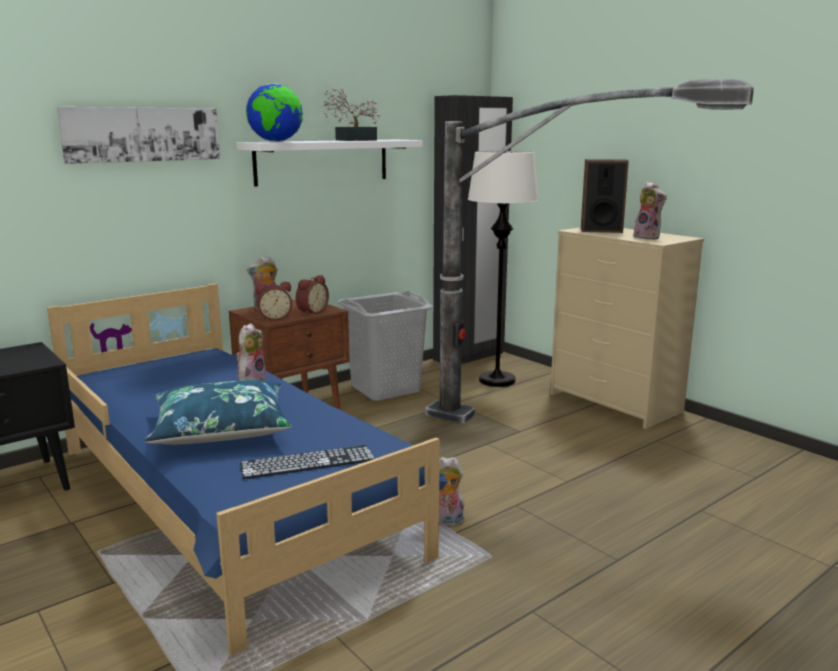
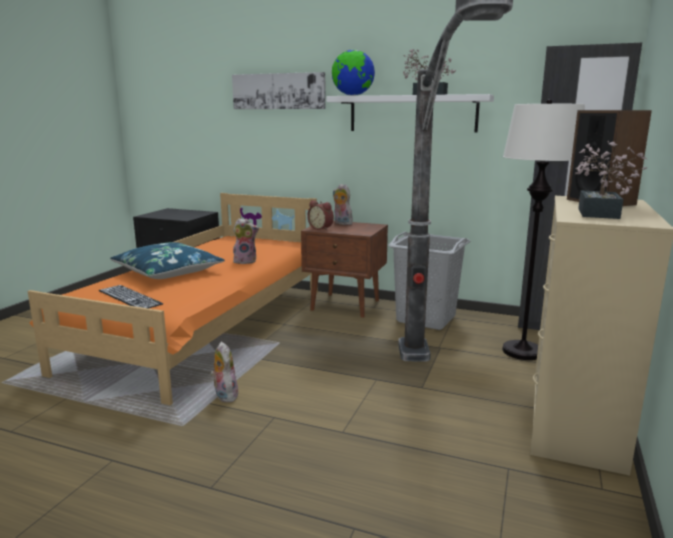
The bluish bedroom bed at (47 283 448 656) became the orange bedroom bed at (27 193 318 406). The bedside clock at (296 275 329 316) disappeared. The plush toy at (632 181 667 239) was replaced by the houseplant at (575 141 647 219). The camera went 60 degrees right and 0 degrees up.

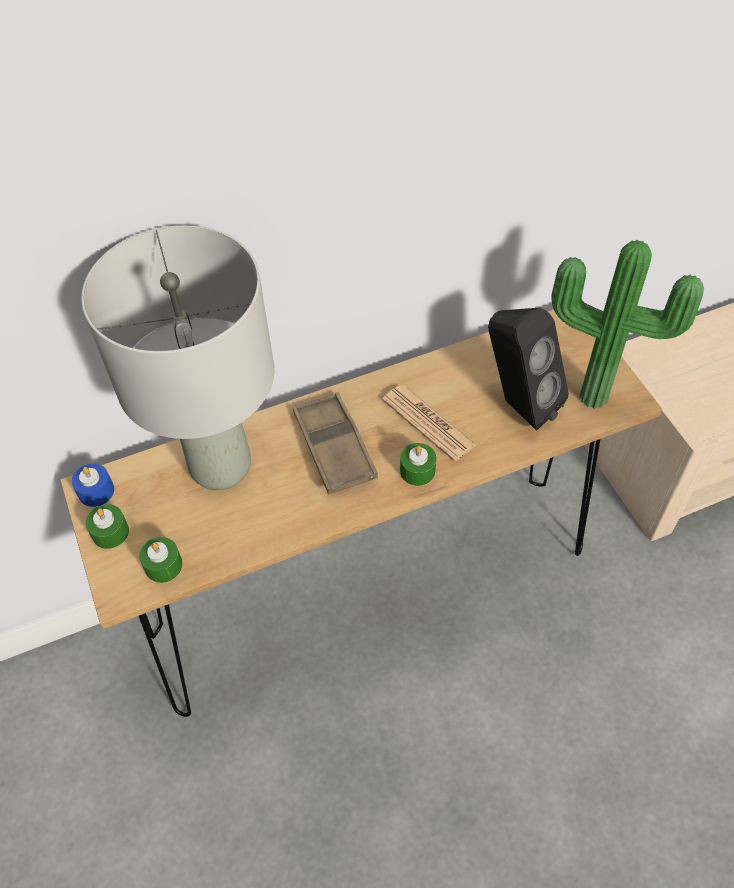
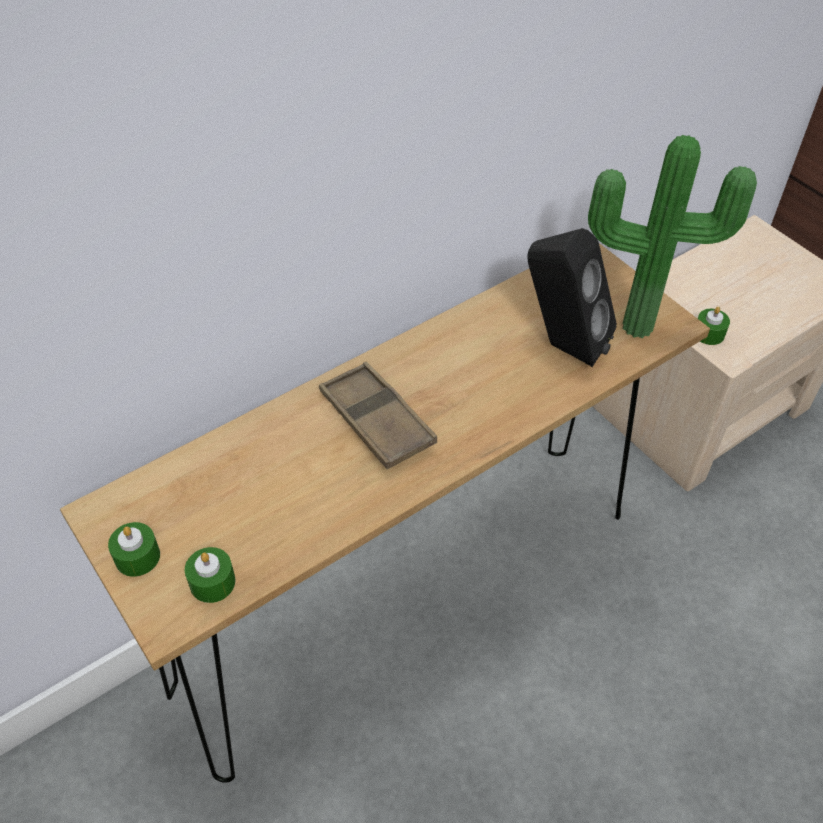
The bluish wax candle at (72 464 114 507) disappeared. The gray table lamp at (81 225 274 490) disappeared. The newspaper at (382 385 476 462) disappeared. The green-coloured wax candle moved from (400 443 436 486) to (698 307 730 345). The camera went 15 degrees left and 5 degrees down.

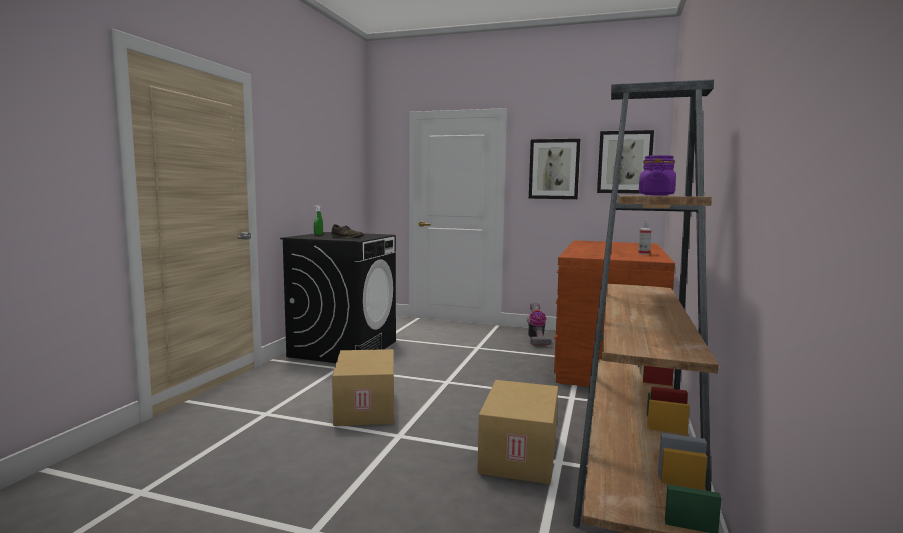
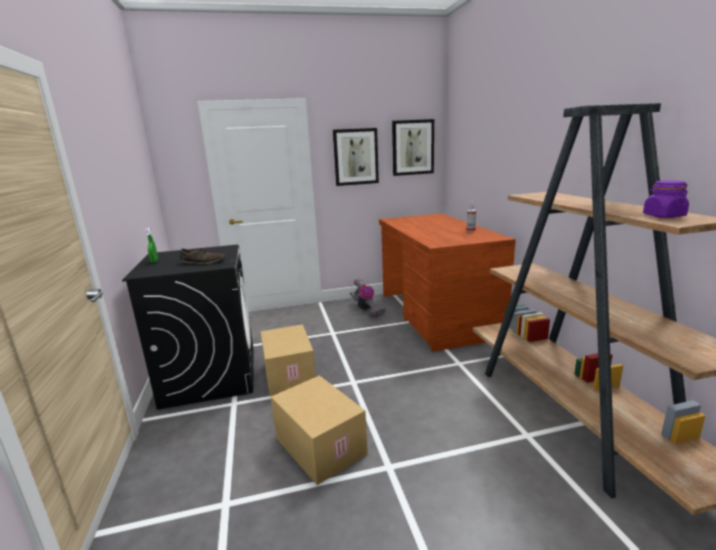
The cardboard box moved from (477 380 558 485) to (261 324 316 396). The camera went 30 degrees left and 10 degrees up.

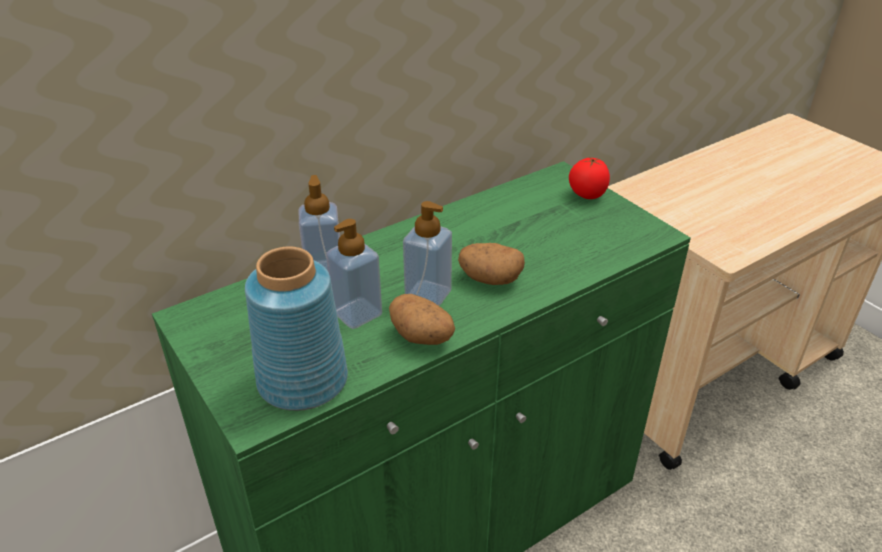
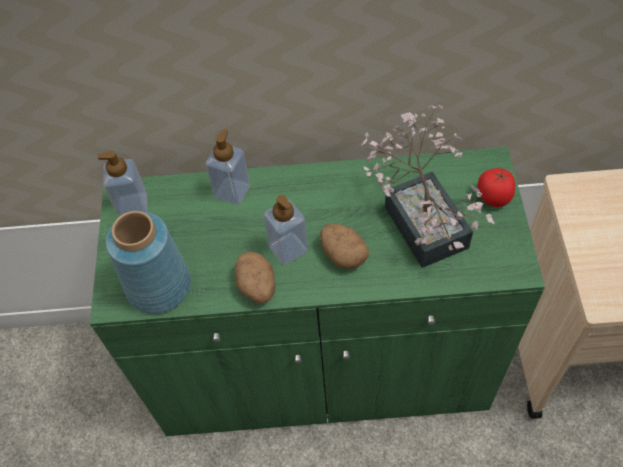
The soap bottle moved from (326 219 382 329) to (98 151 148 217). The houseplant at (361 105 495 268) appeared. The camera went 35 degrees right and 20 degrees up.

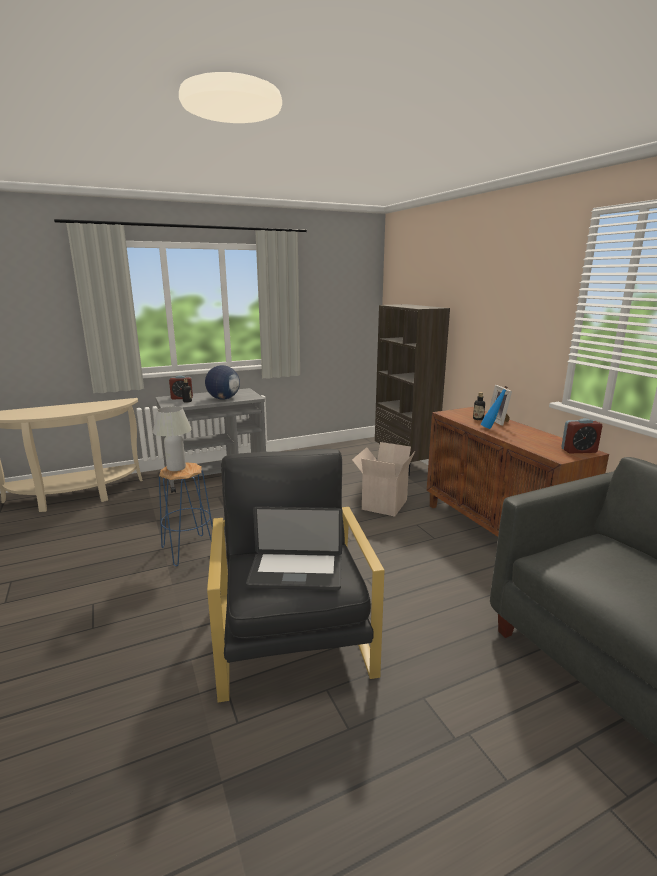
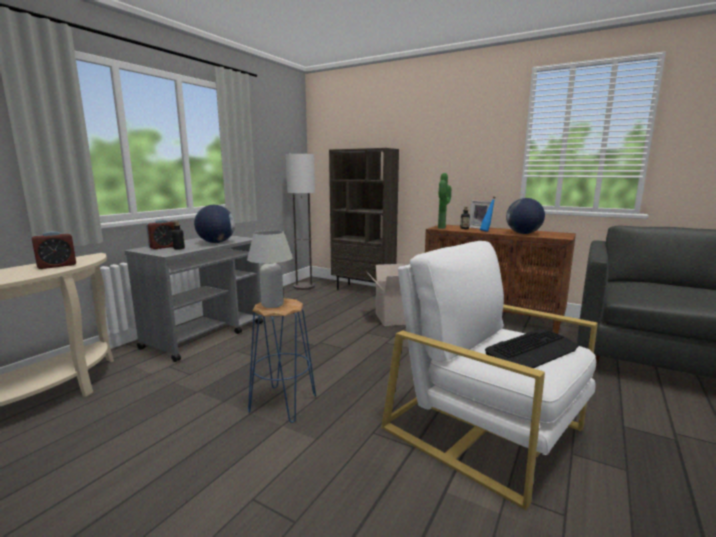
The black lounge chair at (207 449 384 702) became the whitish lounge chair at (381 241 598 510). The laptop at (246 506 343 590) was replaced by the keyboard at (485 329 579 368). The bedside clock moved from (561 418 602 453) to (31 231 76 269). The standing lamp at (286 154 315 290) appeared. The houseplant at (438 173 451 229) appeared. The desk globe at (506 198 545 234) appeared. The camera went 35 degrees left and 5 degrees down.

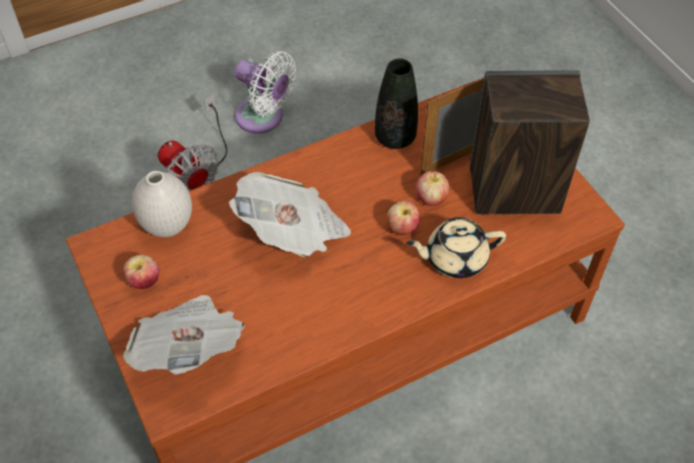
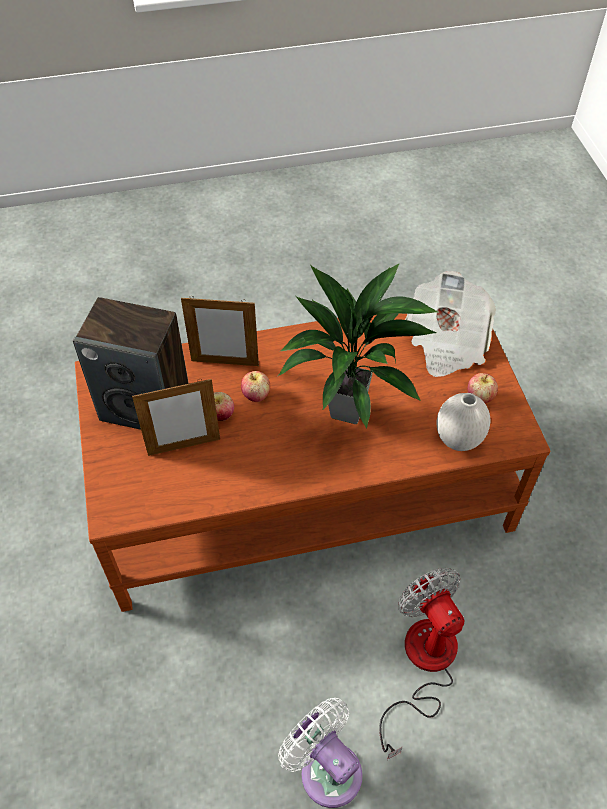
The newspaper at (229 172 351 257) was replaced by the houseplant at (278 263 438 429). The black flower vase at (375 59 418 149) disappeared. The sand-coloured teapot at (407 217 506 278) was replaced by the standing frame at (181 298 259 366). The camera went 165 degrees left and 0 degrees up.

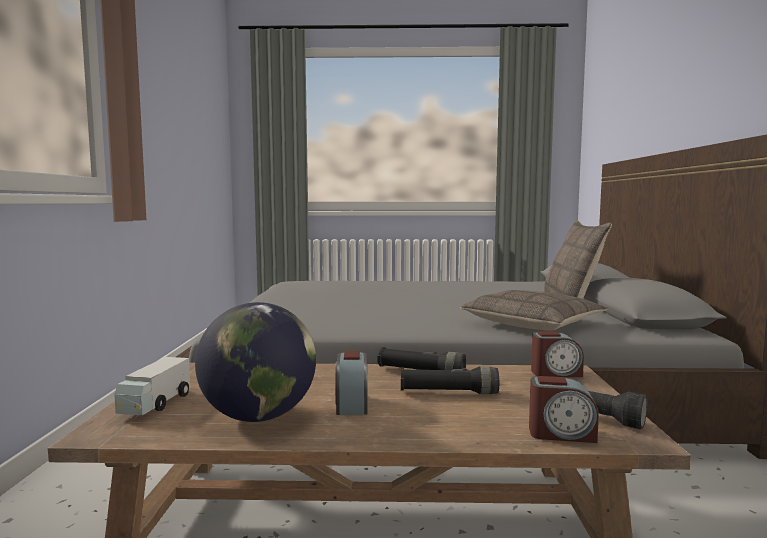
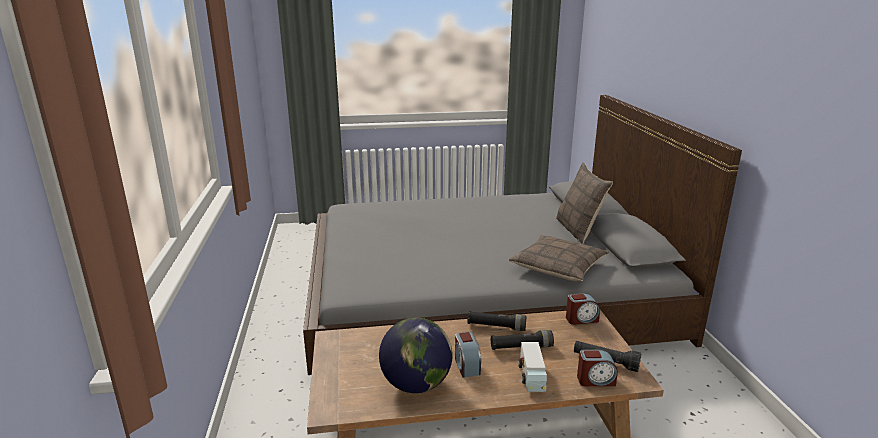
The model truck moved from (114 357 190 416) to (518 342 547 392). The camera went 10 degrees left and 15 degrees up.

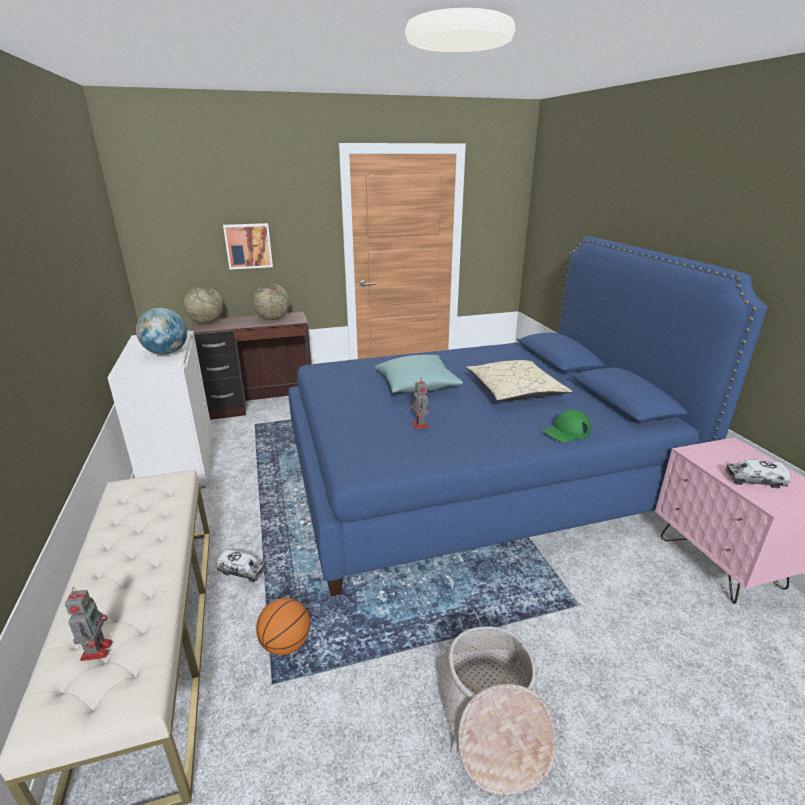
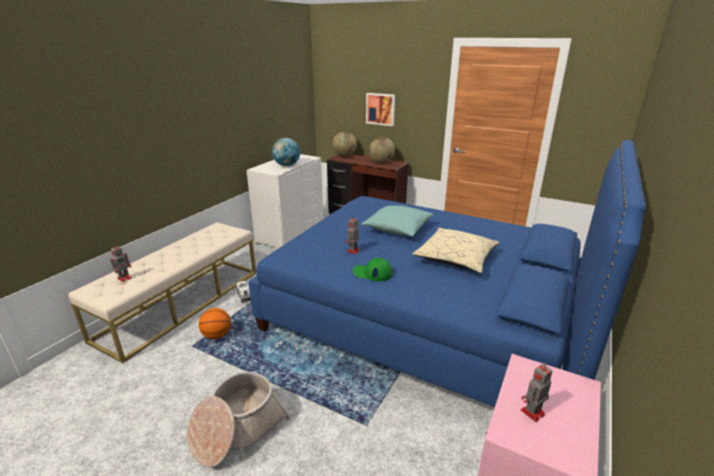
The green-coloured cap moved from (543 410 591 442) to (353 258 393 281). The model truck at (725 459 790 488) was replaced by the model robot at (521 363 552 422). The camera went 45 degrees right and 0 degrees up.

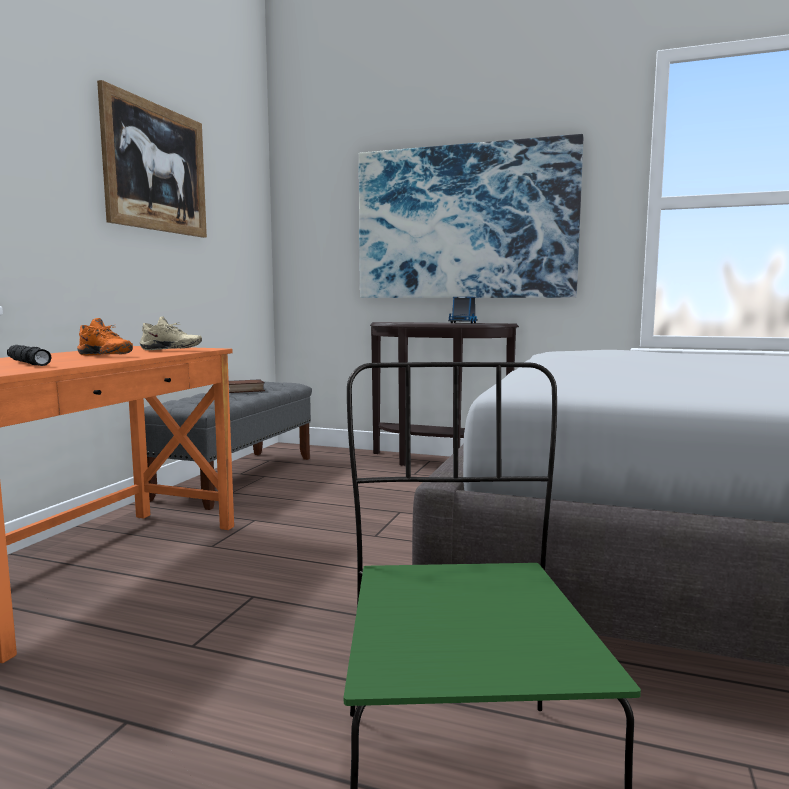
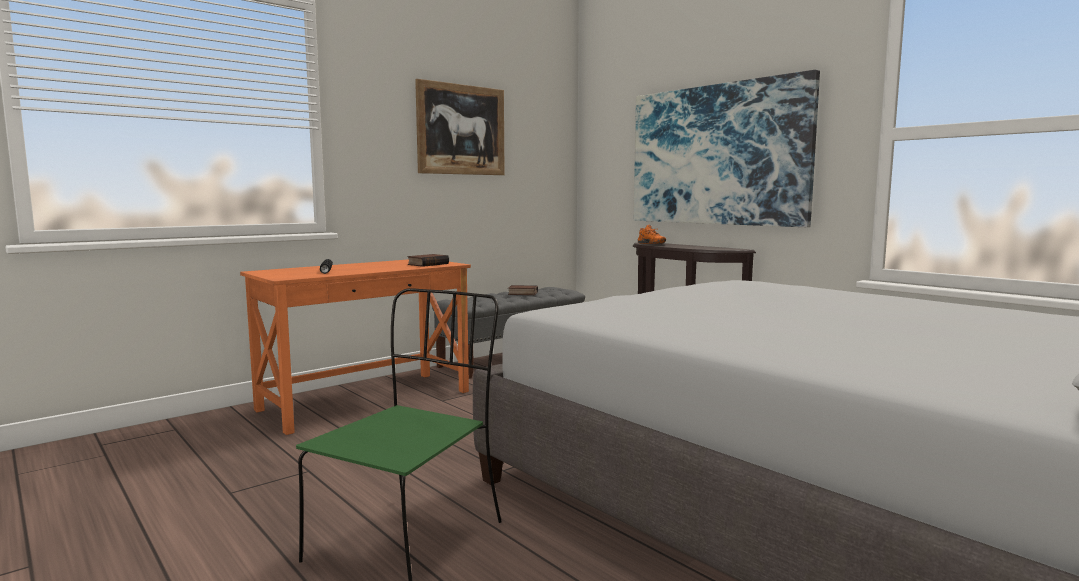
The orange low shoe moved from (77 318 133 356) to (638 225 666 244). The sand-coloured low shoe at (139 316 202 350) was replaced by the bound book at (407 254 449 267). The model truck at (448 297 478 324) disappeared. The camera went 30 degrees right and 0 degrees up.

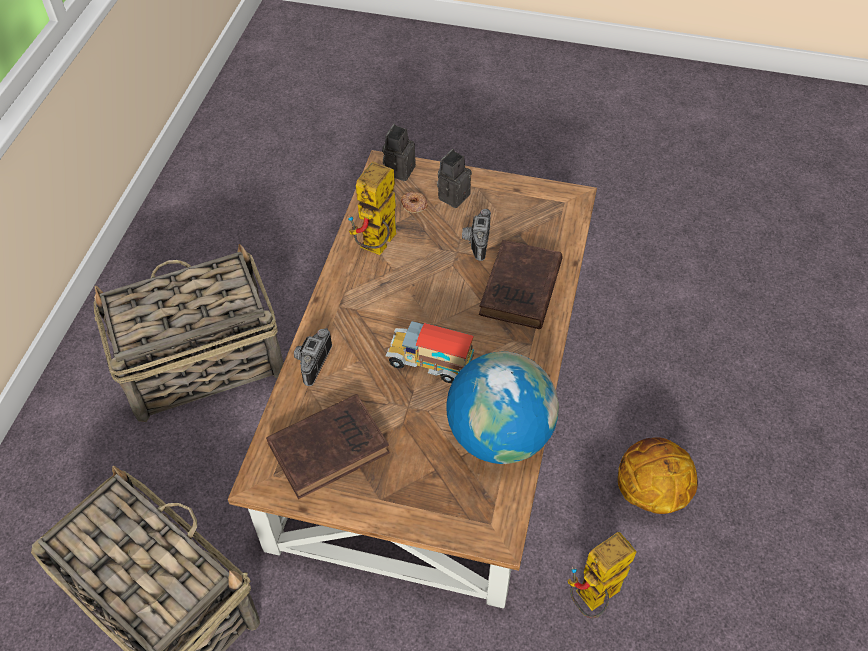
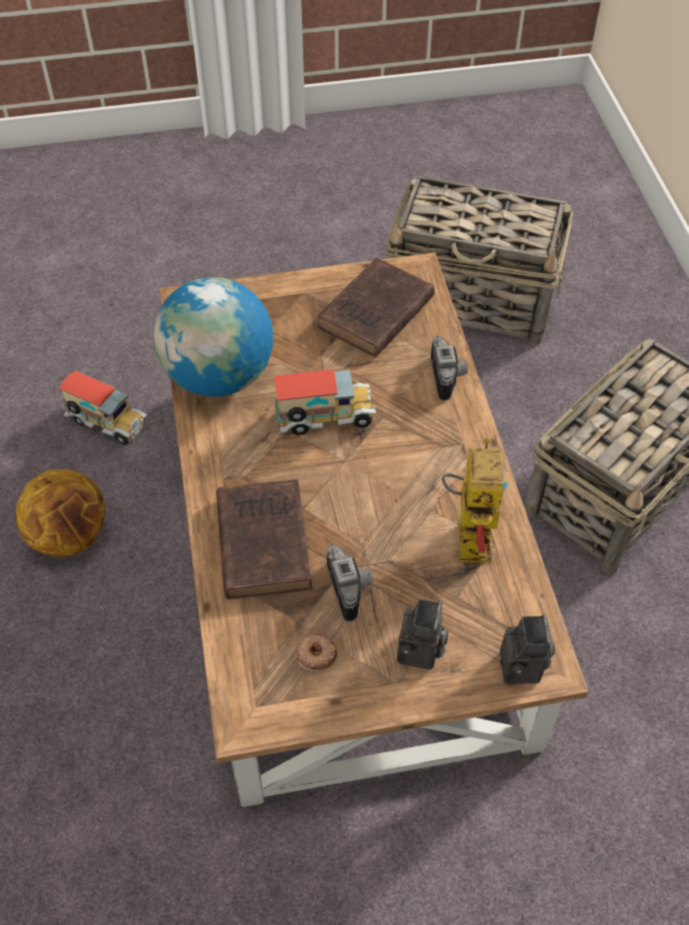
The donut moved from (401 191 428 213) to (295 633 337 672). The model robot at (568 532 637 618) was replaced by the model truck at (59 371 147 445). The camera went 155 degrees right and 0 degrees up.

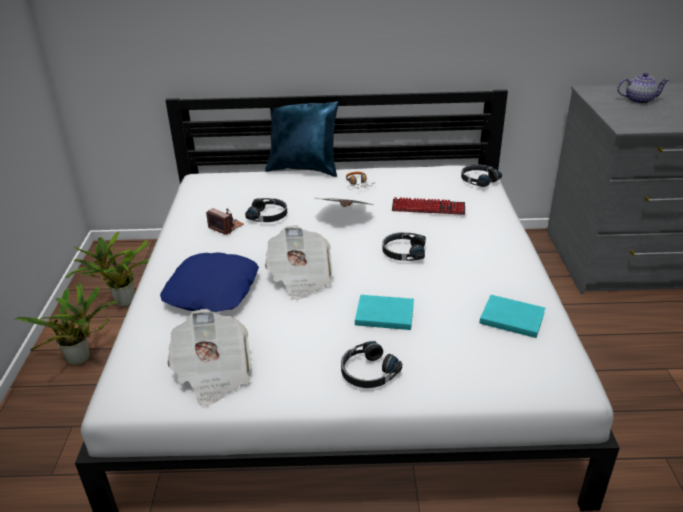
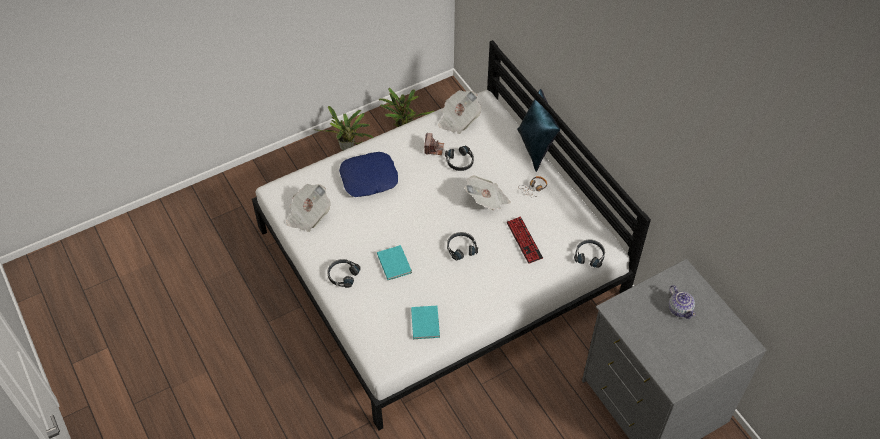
The newspaper moved from (265 225 333 300) to (438 90 481 134). The camera went 60 degrees right and 20 degrees up.

